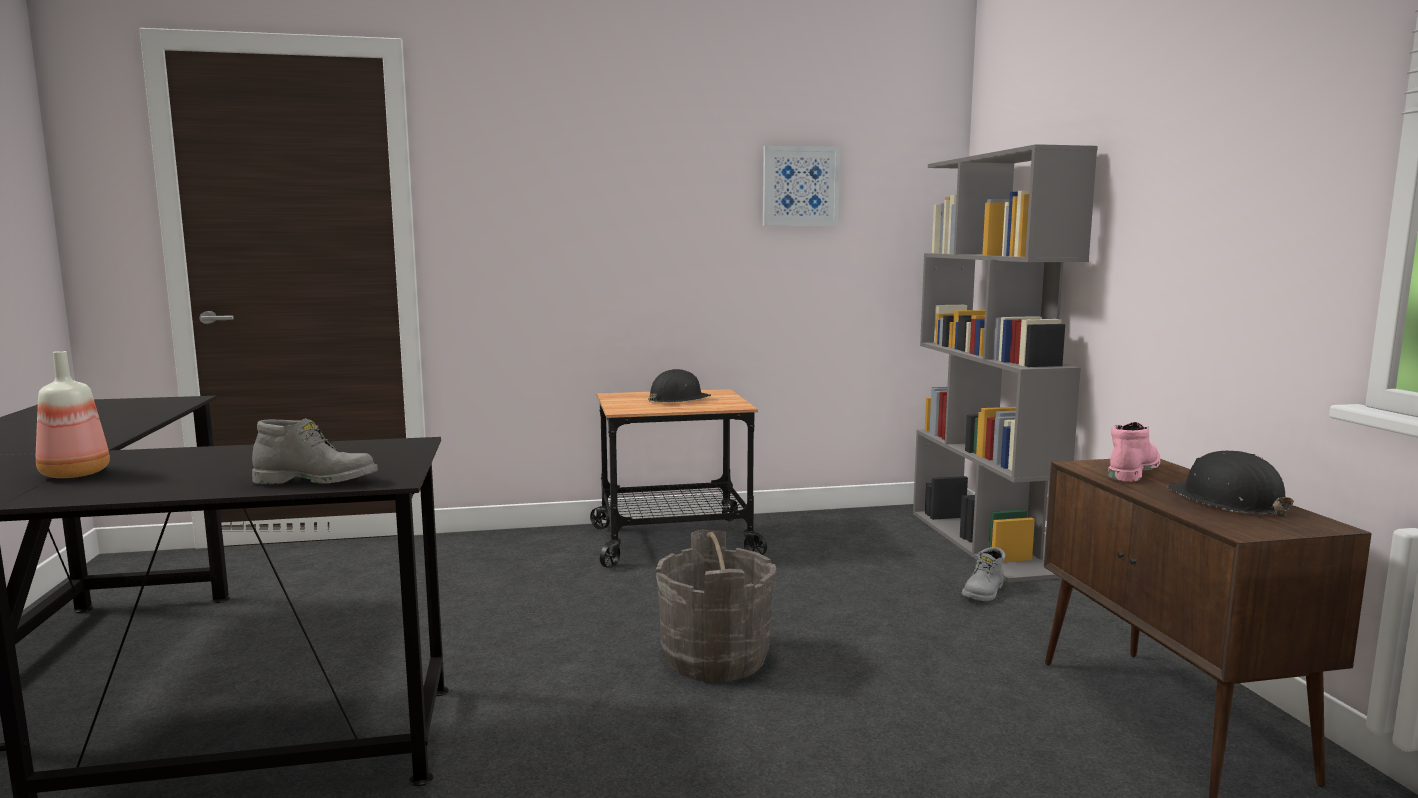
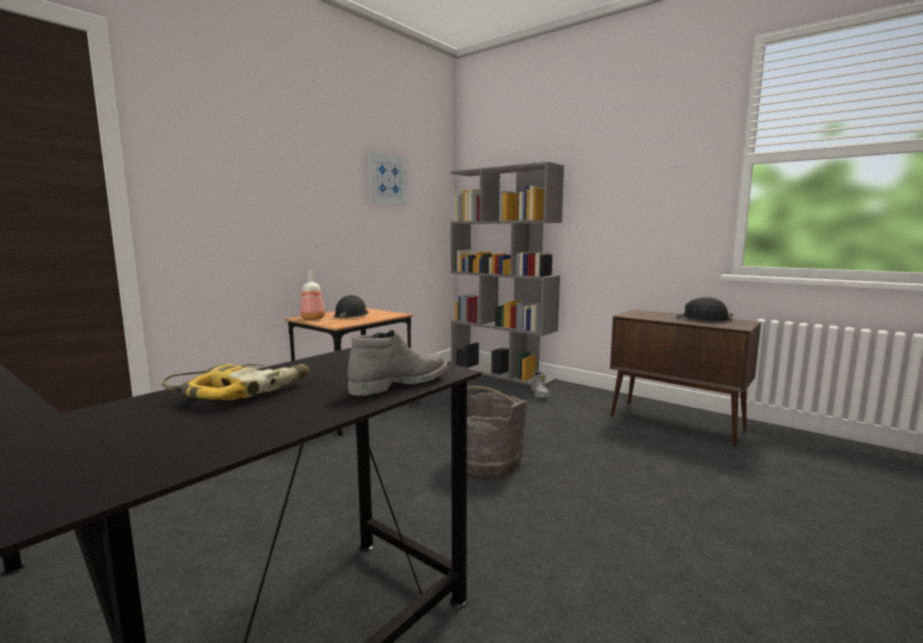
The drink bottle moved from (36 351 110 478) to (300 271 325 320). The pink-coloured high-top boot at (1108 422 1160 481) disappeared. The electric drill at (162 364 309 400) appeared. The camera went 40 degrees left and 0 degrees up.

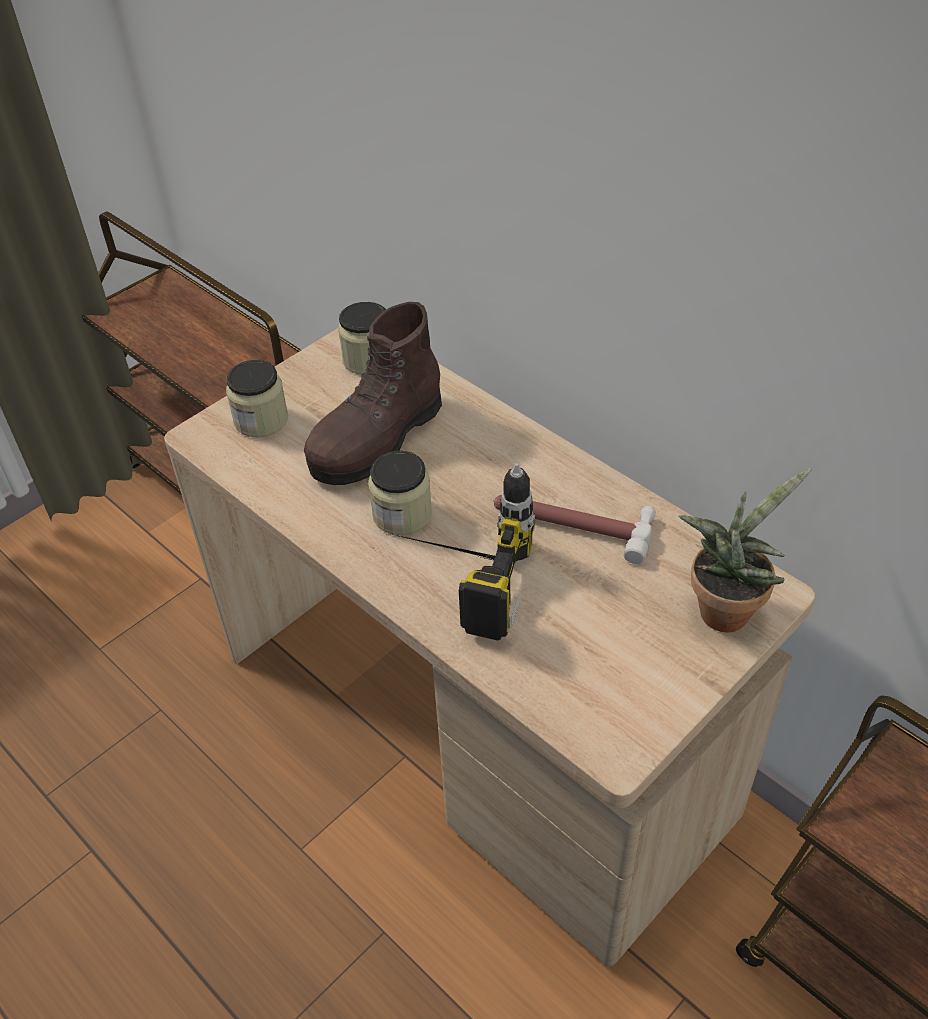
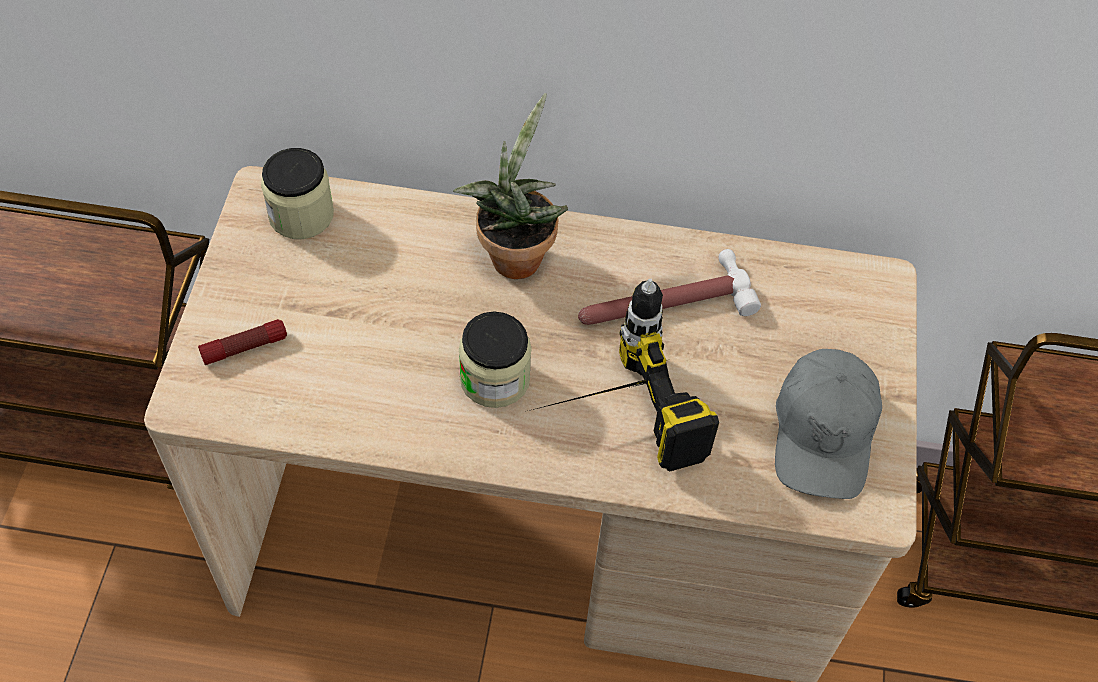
The preserve jar at (226 360 288 437) was replaced by the hand torch at (198 319 287 365). The brown-coloured high-top boot at (304 302 442 485) disappeared. The houseplant moved from (679 468 812 632) to (453 93 568 279). The gray cap at (775 349 882 499) appeared. The camera went 40 degrees left and 10 degrees up.

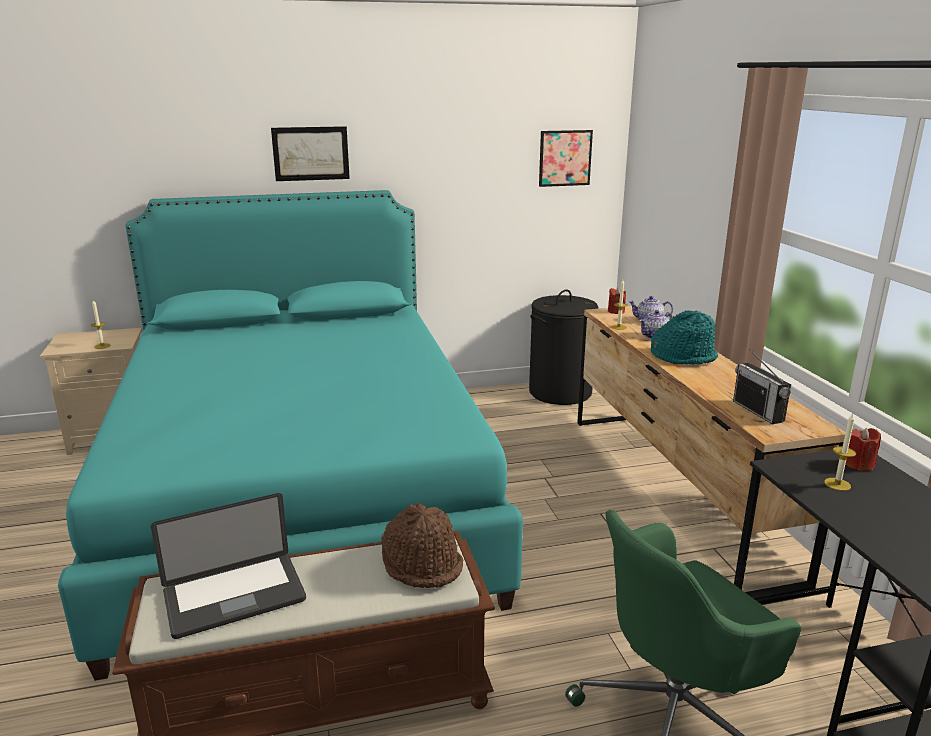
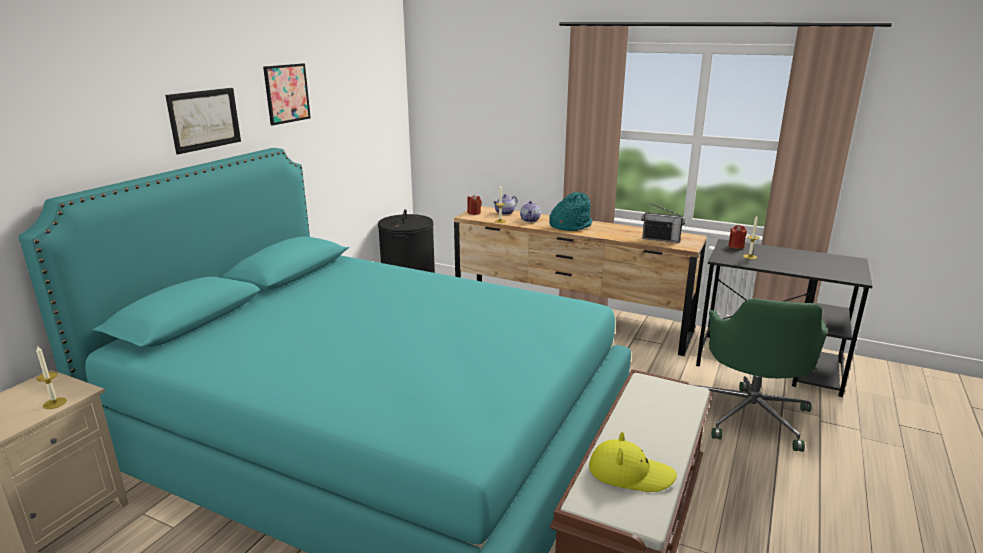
The laptop at (151 493 306 639) was replaced by the yellowish hat at (589 432 677 492). The brown-coloured hat at (381 503 464 588) disappeared. The wall picture moved from (539 130 593 187) to (263 63 311 125). The camera went 50 degrees left and 0 degrees up.

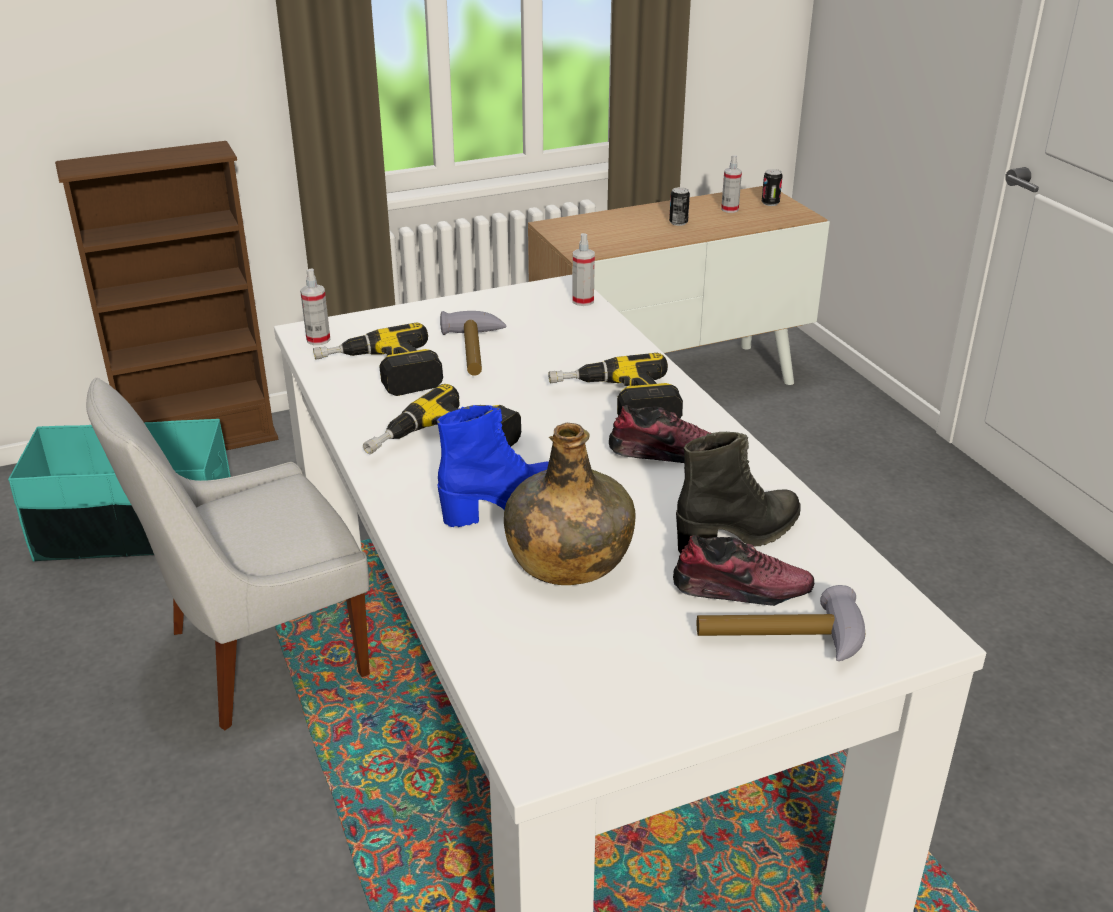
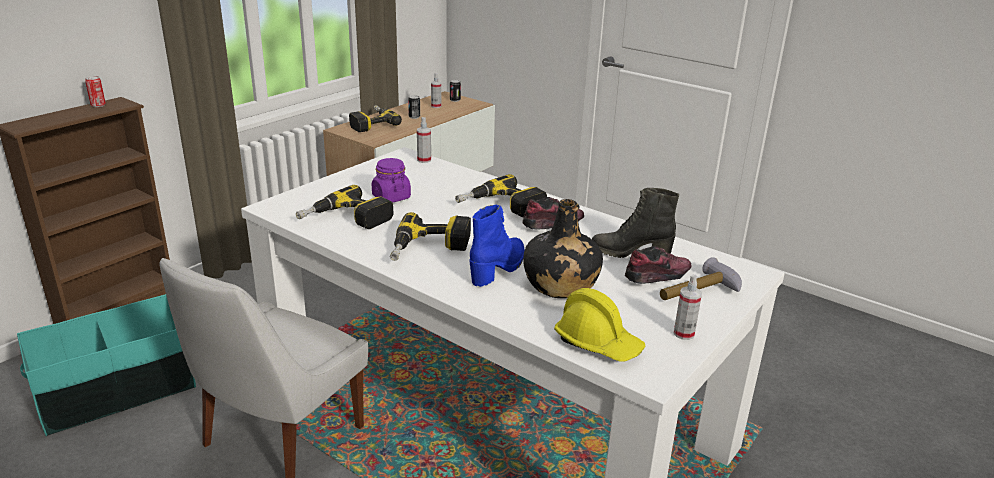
The hand sprayer moved from (300 268 331 345) to (673 274 702 340). The tool hammer at (440 311 507 376) was replaced by the purple-coloured preserve jar at (372 158 411 202). The green-coloured drink bottle at (504 423 636 585) became the black drink bottle at (523 199 603 298). The black high-top boot at (676 432 801 554) turned 120 degrees counterclockwise. The metal can at (85 76 106 107) appeared. The electric drill at (349 105 402 132) appeared. The yellowish work helmet at (554 288 645 362) appeared. The camera went 30 degrees left and 5 degrees down.

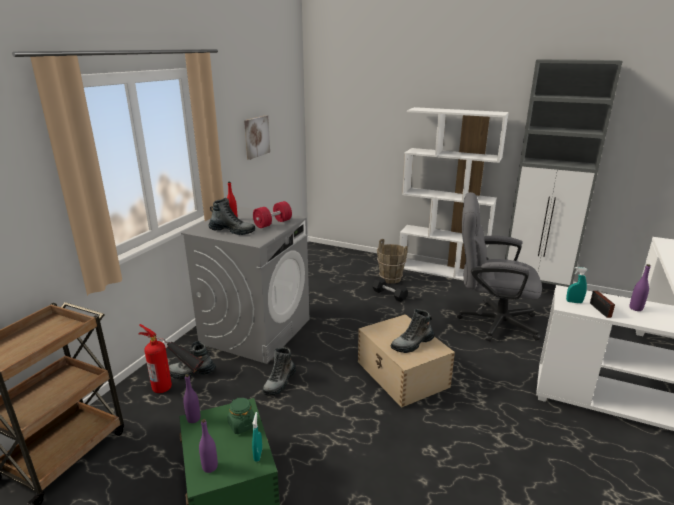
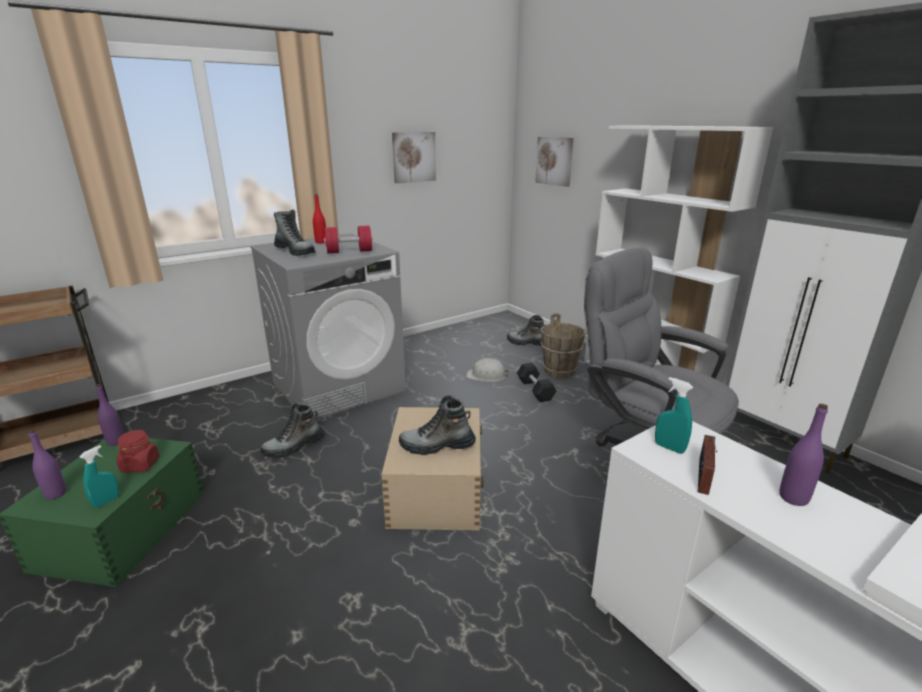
The extinguisher at (138 324 204 393) disappeared. The high-top boot moved from (169 341 216 379) to (507 315 546 346). The green-coloured preserve jar at (227 398 255 434) became the reddish preserve jar at (117 430 159 473). The whitish work helmet at (466 358 509 382) appeared. The wall picture at (535 137 573 187) appeared. The camera went 30 degrees right and 0 degrees up.

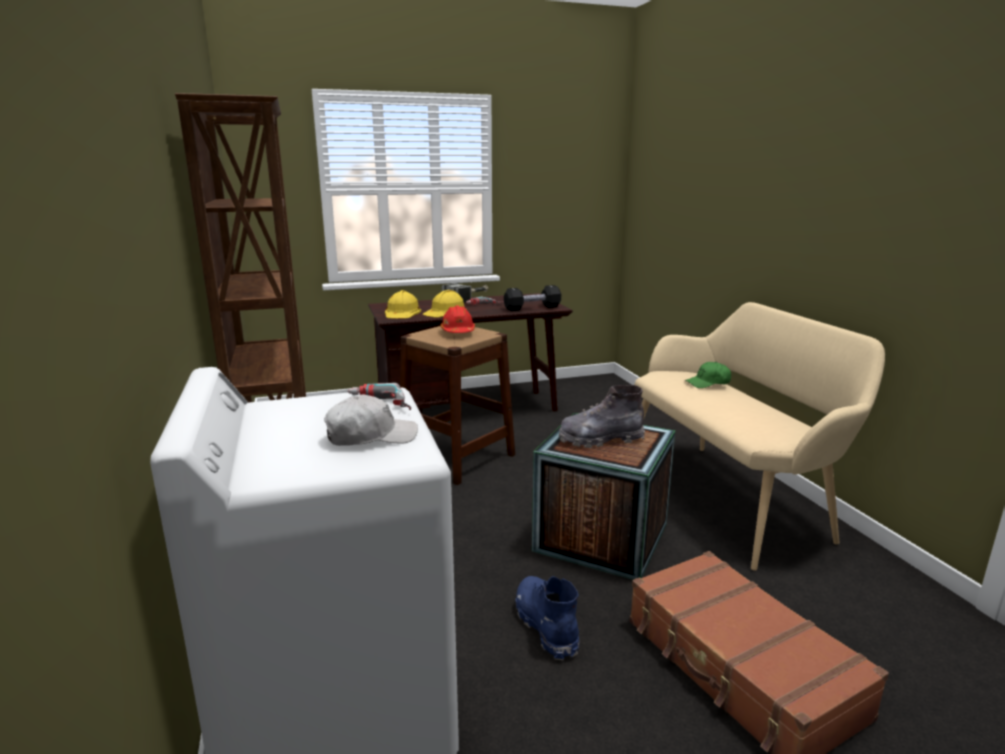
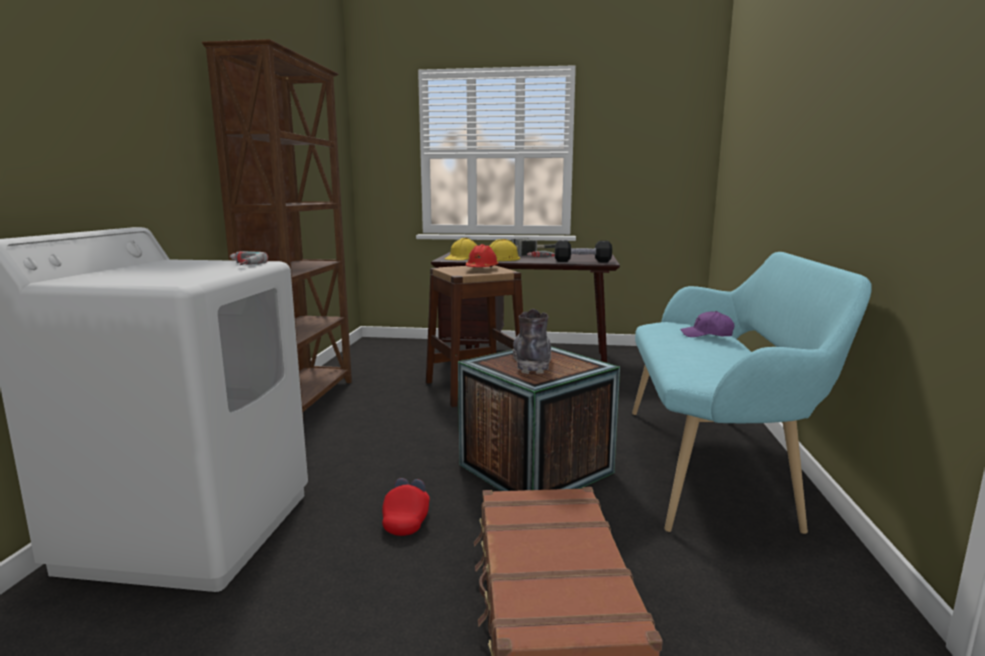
The whitish cap at (324 394 418 446) disappeared. The bluish high-top boot at (515 576 580 660) was replaced by the reddish cap at (382 478 430 536). The gray high-top boot at (559 385 645 448) turned 75 degrees clockwise. The sand-coloured long seat at (635 302 885 571) became the turquoise long seat at (632 252 872 534). The green-coloured cap at (685 362 731 388) became the purple-coloured cap at (680 311 734 337). The camera went 25 degrees right and 5 degrees down.

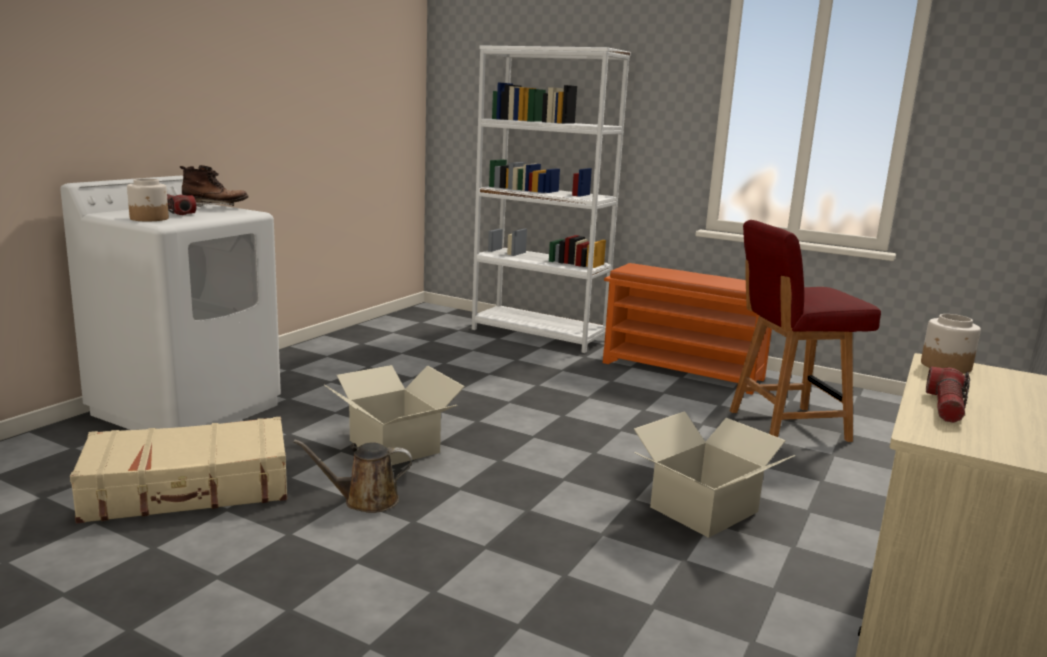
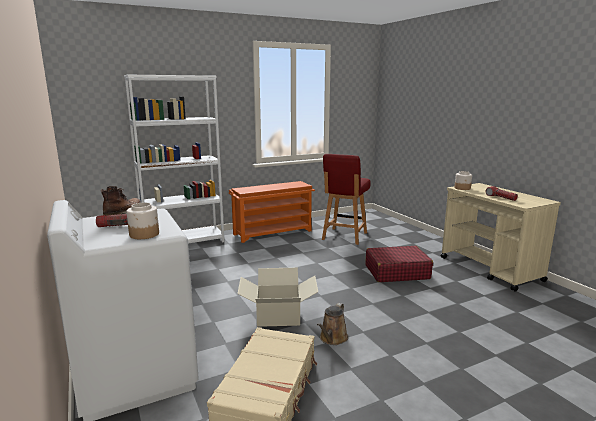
The cardboard box at (634 411 796 538) was replaced by the reddish piece of luggage at (366 246 433 282). The camera went 55 degrees left and 0 degrees up.

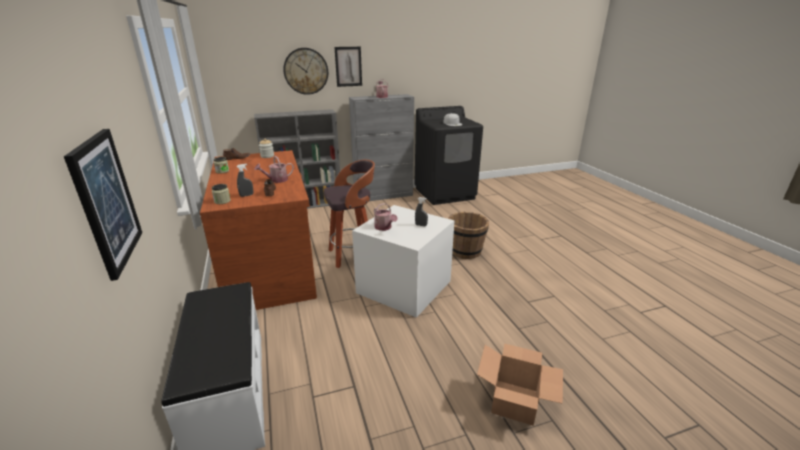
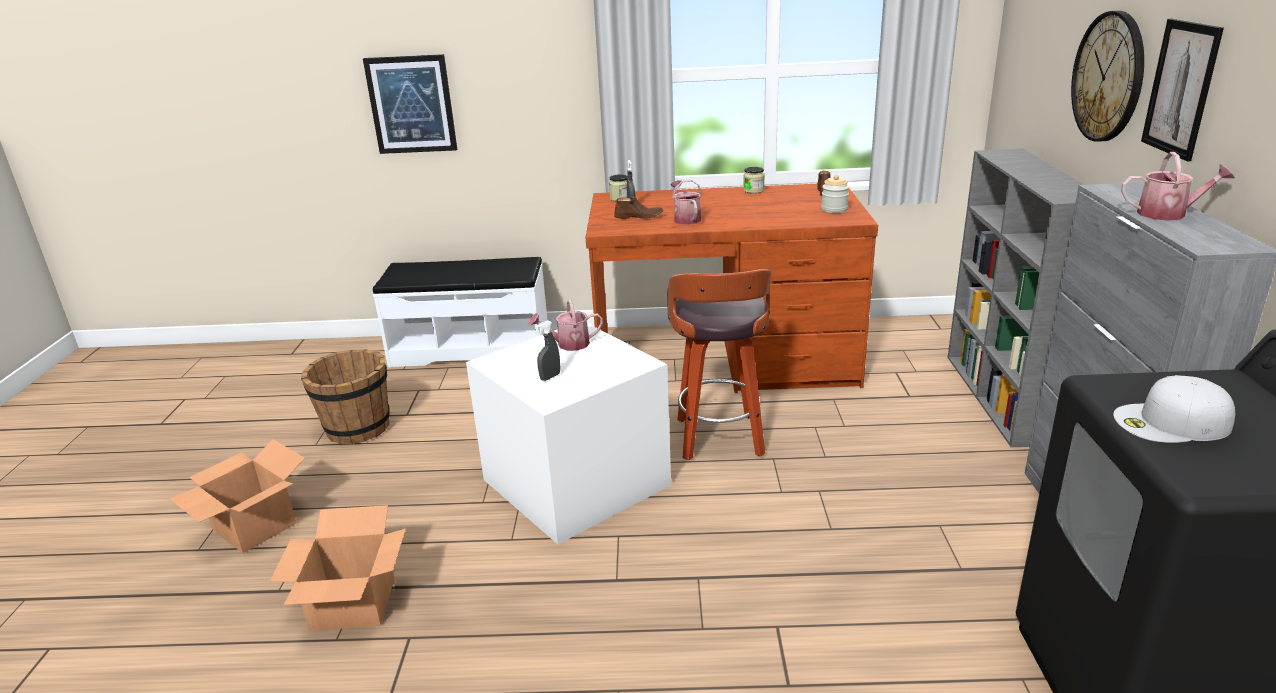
The brown-coloured pail moved from (448 212 489 259) to (301 350 390 444). The cardboard box at (270 505 406 631) appeared. The camera went 110 degrees right and 0 degrees up.

